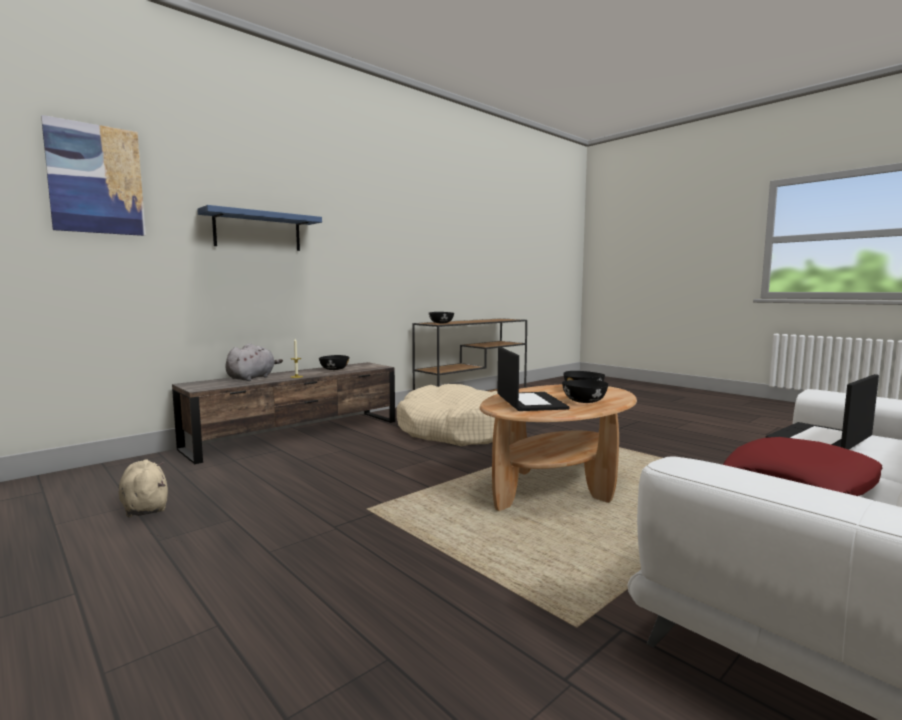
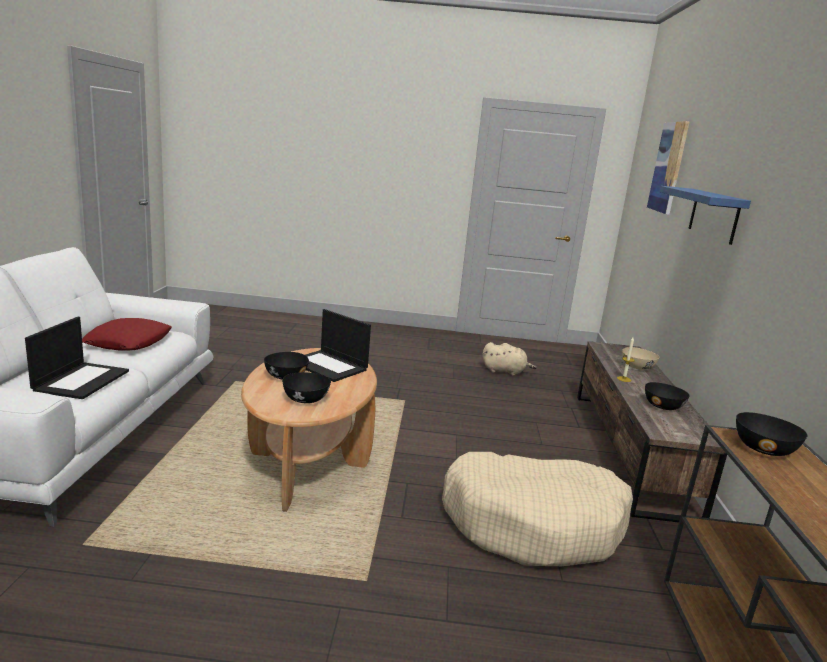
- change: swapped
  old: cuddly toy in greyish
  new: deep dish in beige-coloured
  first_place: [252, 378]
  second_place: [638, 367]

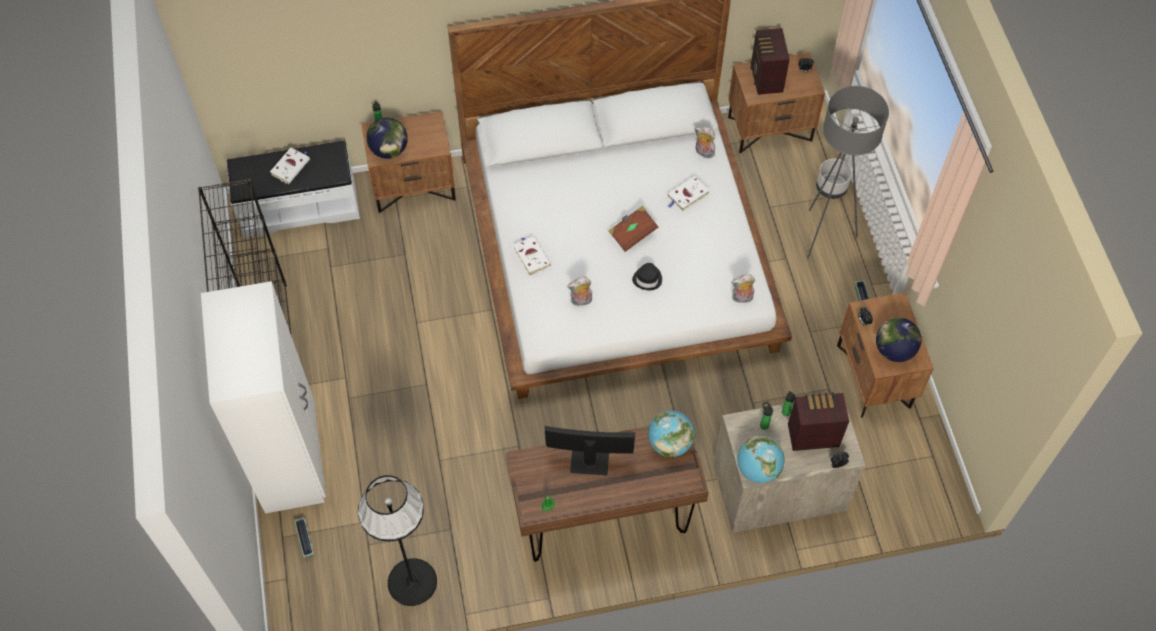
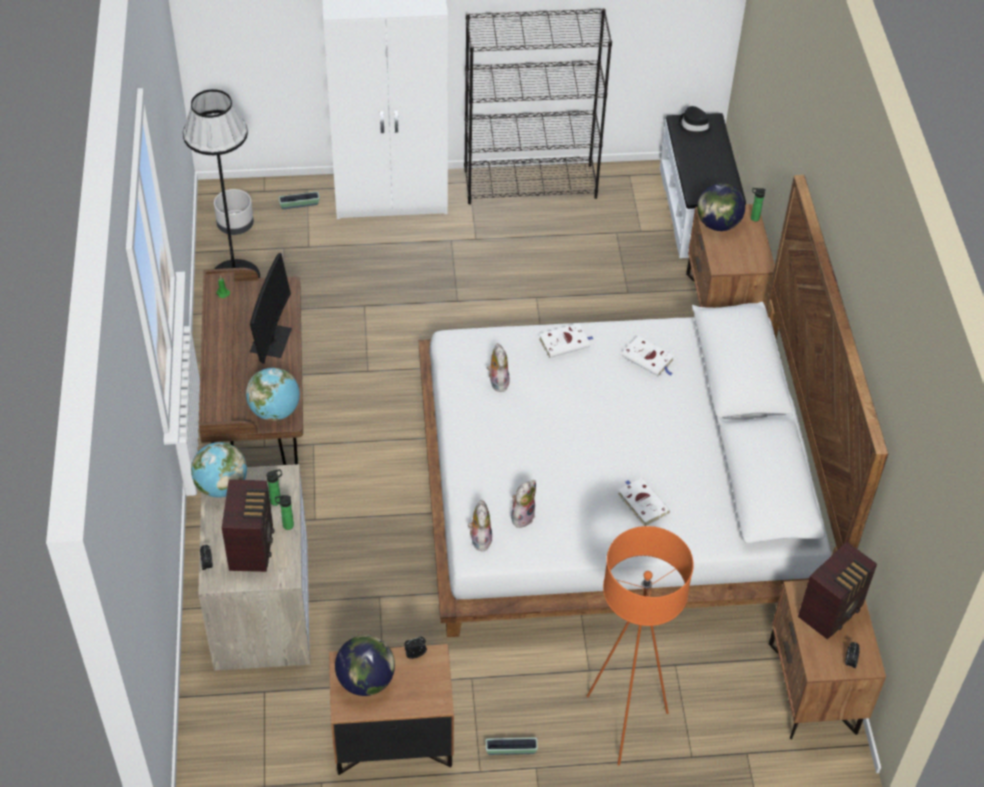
- change: rotated
  old: radio receiver
  first_place: [766, 79]
  second_place: [832, 611]
  degrees: 135
- change: repainted
  old: standard lamp in greyish
  new: standard lamp in orange-coloured
  first_place: [824, 235]
  second_place: [623, 723]
- change: shifted
  old: cuddly toy
  first_place: [703, 152]
  second_place: [522, 516]
- change: shifted
  old: bound book in white
  first_place: [291, 166]
  second_place: [649, 359]
- change: shifted
  old: planter in greyish
  first_place: [831, 188]
  second_place: [235, 225]
- change: gone
  old: bound book in brownish
  first_place: [632, 233]
- change: shifted
  old: hat in black-coloured
  first_place: [648, 279]
  second_place: [694, 126]

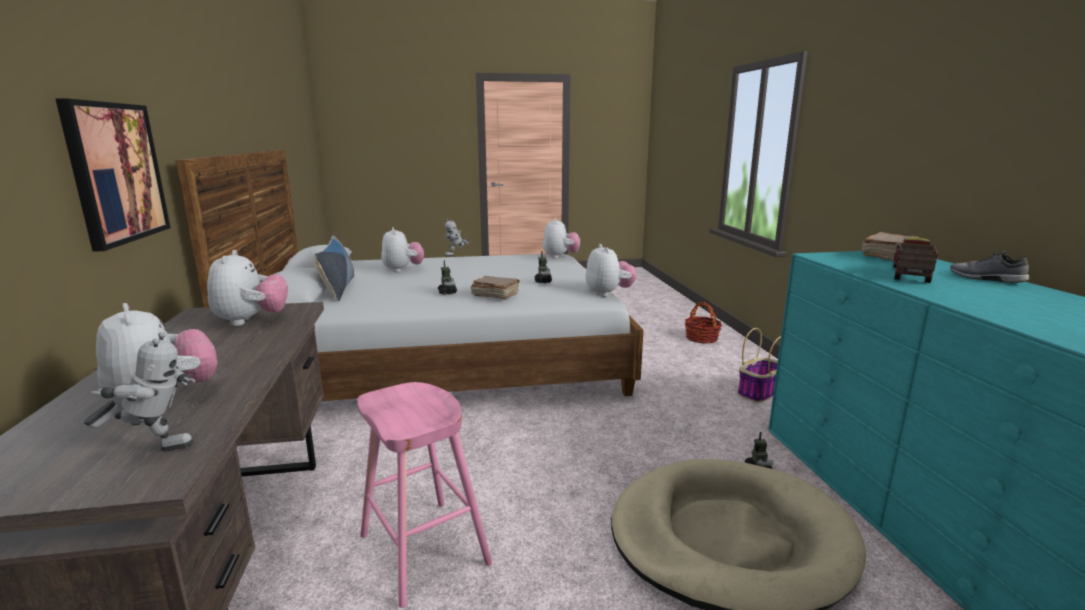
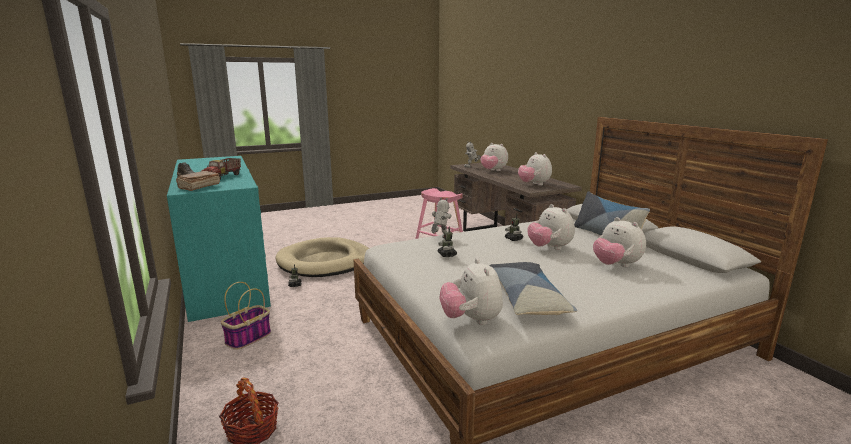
- change: gone
  old: wall picture
  first_place: [116, 172]
- change: shifted
  old: model robot
  first_place: [456, 255]
  second_place: [440, 238]
- change: shifted
  old: cuddly toy
  first_place: [608, 293]
  second_place: [549, 248]
- change: gone
  old: bound book in brownish
  first_place: [495, 295]
- change: new
  new: cushion
  second_place: [527, 298]

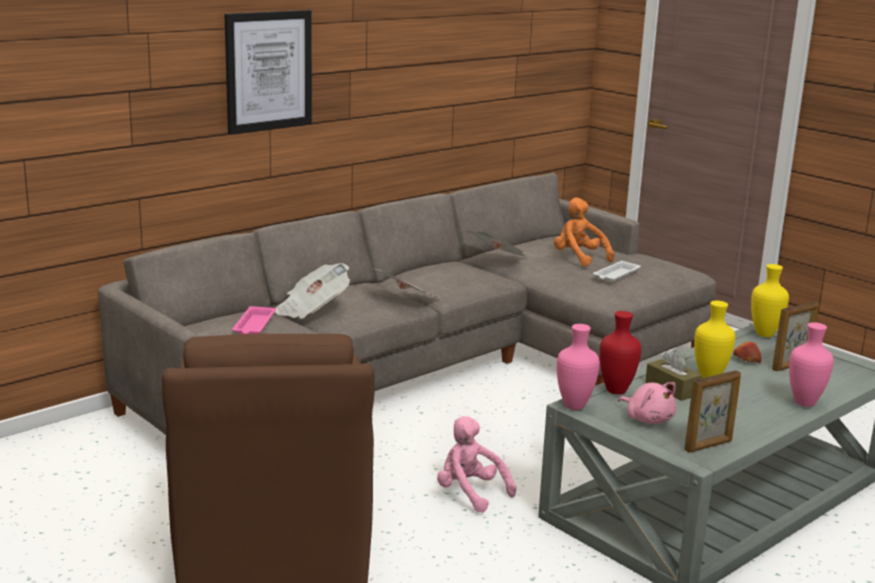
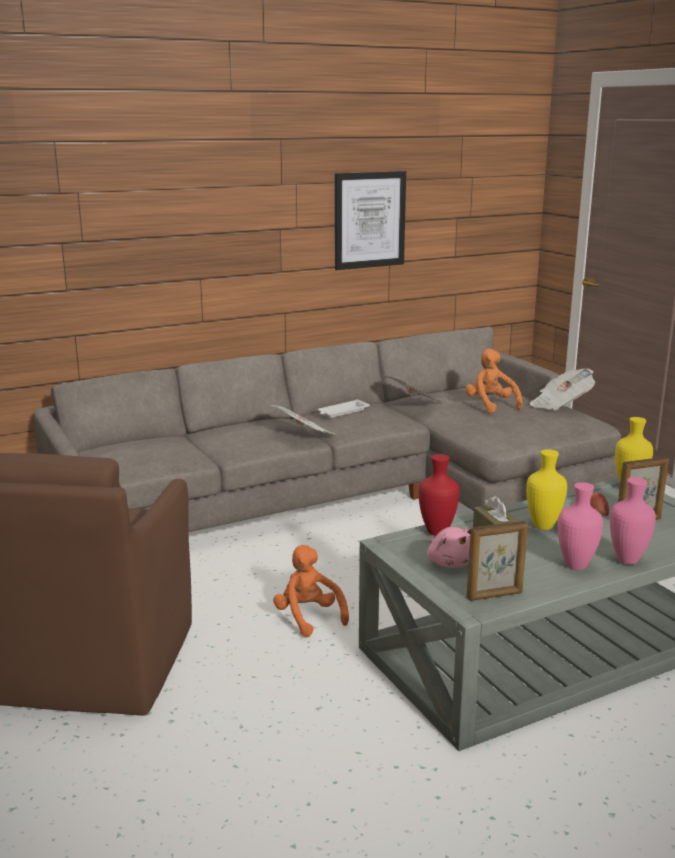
- change: shifted
  old: wall picture
  first_place: [268, 71]
  second_place: [369, 220]
- change: shifted
  old: tray in white
  first_place: [615, 275]
  second_place: [342, 412]
- change: shifted
  old: newspaper
  first_place: [312, 310]
  second_place: [560, 405]
- change: gone
  old: tray in pinkish
  first_place: [254, 325]
- change: shifted
  old: flower vase in pinkish
  first_place: [573, 405]
  second_place: [575, 565]
- change: repainted
  old: cuddly toy in pinkish
  new: cuddly toy in orange-coloured
  first_place: [470, 493]
  second_place: [308, 617]

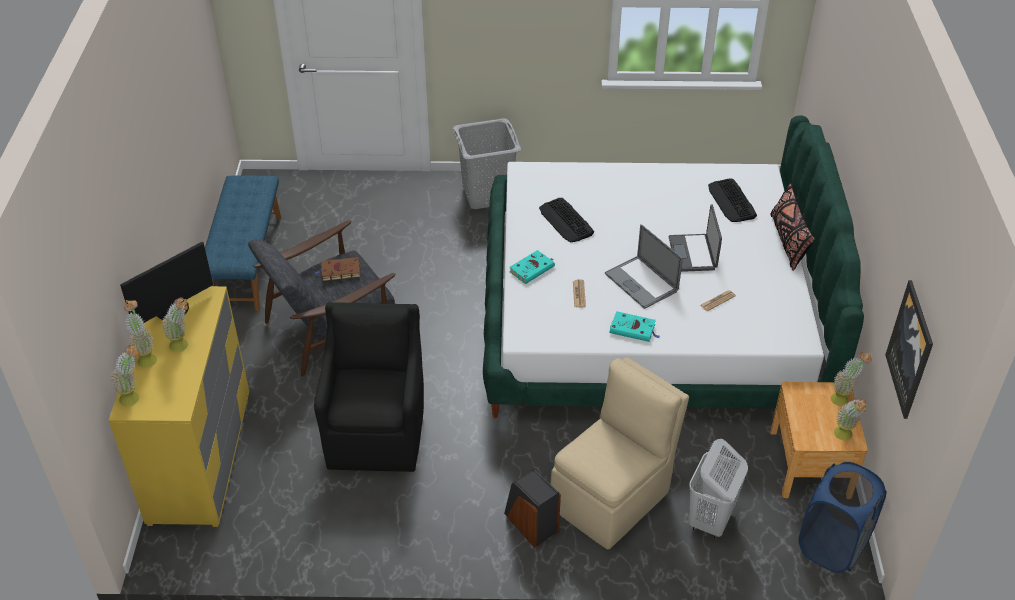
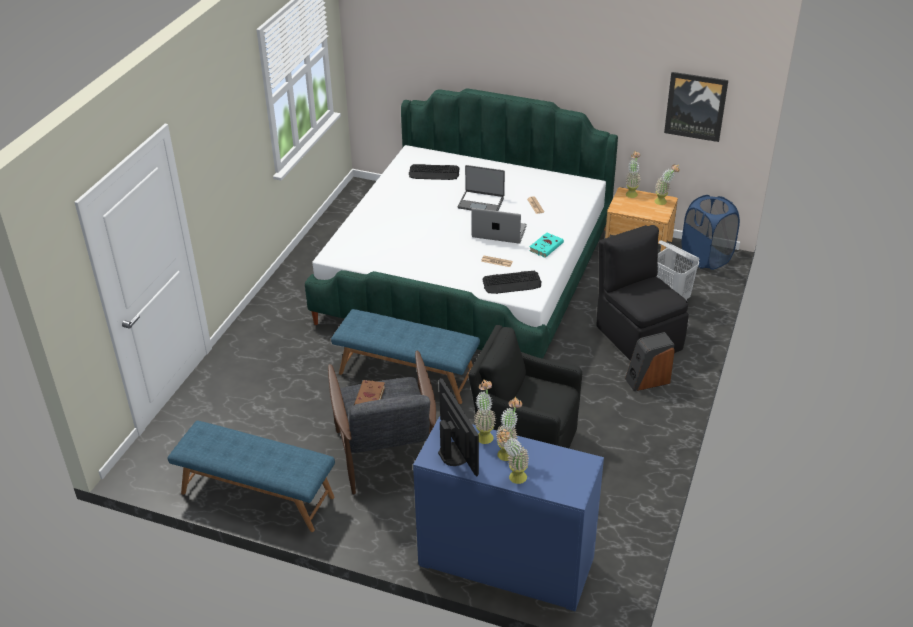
- change: gone
  old: laundry basket in greyish
  first_place: [487, 195]
- change: gone
  old: cushion in black-coloured
  first_place: [788, 241]
- change: shifted
  old: computer keyboard
  first_place: [566, 221]
  second_place: [512, 283]
- change: rotated
  old: laptop
  first_place: [641, 282]
  second_place: [499, 231]
  degrees: -150
- change: gone
  old: bound book in turquoise-coloured
  first_place: [532, 269]
- change: repainted
  old: drawer chest in yellowish
  new: drawer chest in bluish
  first_place: [200, 456]
  second_place: [506, 563]
- change: shifted
  old: houseplant
  first_place: [134, 397]
  second_place: [484, 434]
- change: repainted
  old: plain chair in beige-coloured
  new: plain chair in black-coloured
  first_place: [612, 498]
  second_place: [637, 336]
- change: new
  new: bench in bluish
  second_place: [407, 374]

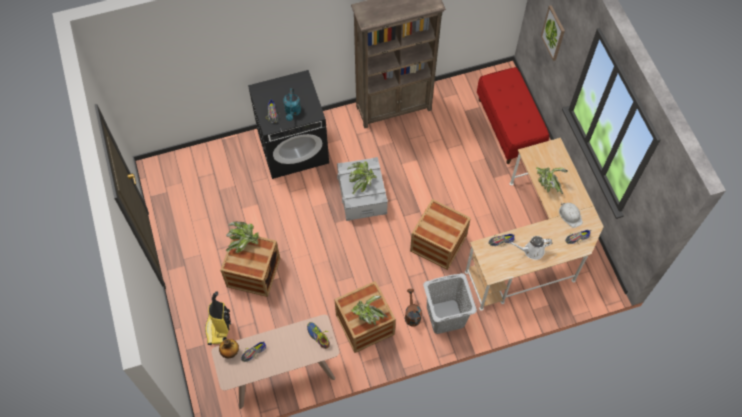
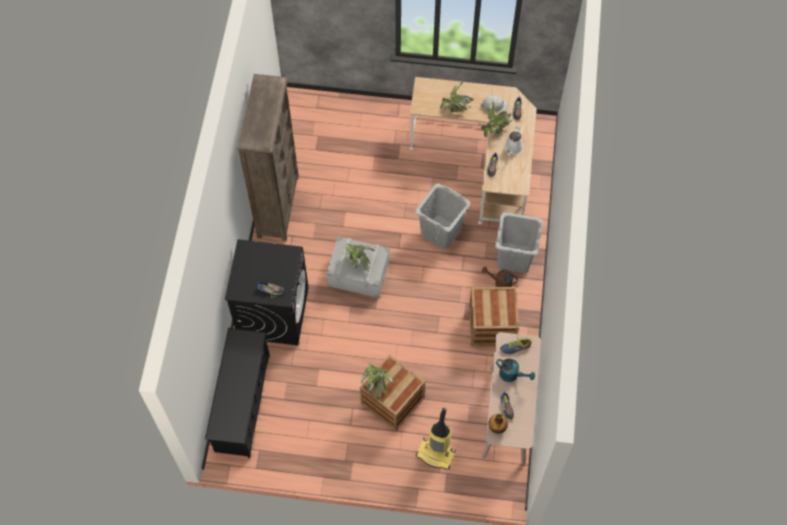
- change: gone
  old: wall picture
  first_place: [553, 33]
- change: gone
  old: bench in red-coloured
  first_place: [509, 127]
- change: shifted
  old: sprinkling can in turquoise-coloured
  first_place: [292, 112]
  second_place: [512, 375]
- change: swapped
  old: shipping crate
  new: laundry basket in greyish
  first_place: [438, 243]
  second_place: [441, 232]
- change: shifted
  old: houseplant
  first_place: [368, 316]
  second_place: [495, 128]
- change: new
  new: shoe shelf in black-coloured
  second_place: [242, 403]

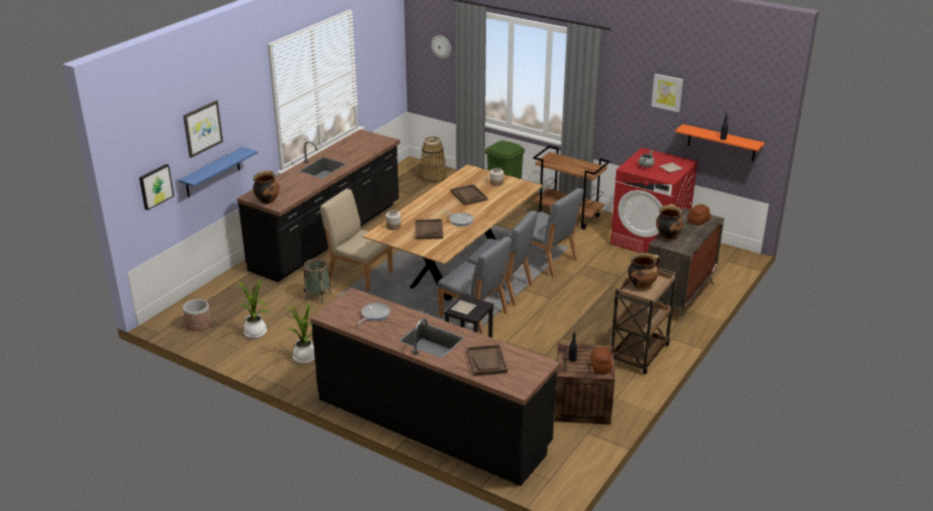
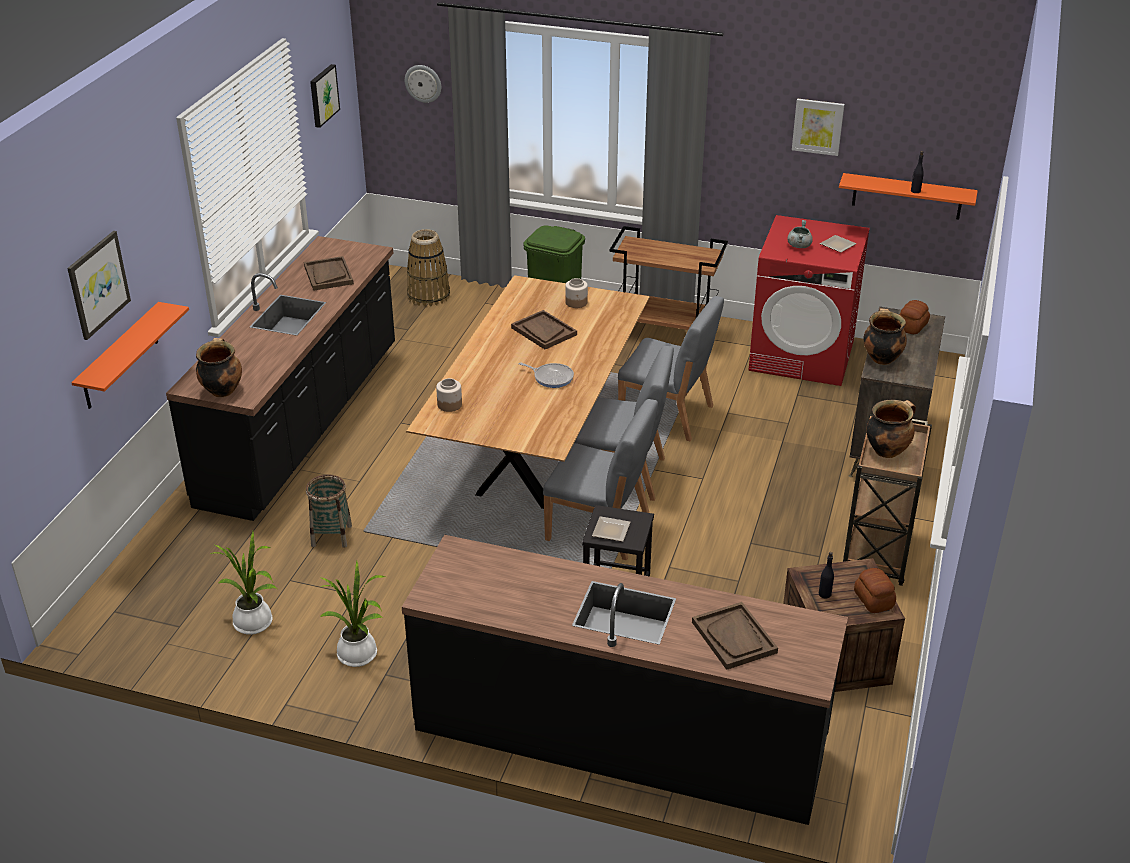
- change: repainted
  old: wall shelf in bluish
  new: wall shelf in orange-coloured
  first_place: [212, 173]
  second_place: [120, 357]
- change: shifted
  old: wall picture
  first_place: [155, 186]
  second_place: [323, 95]
- change: gone
  old: plain chair in beige-coloured
  first_place: [359, 275]
- change: shifted
  old: tray in brownish
  first_place: [428, 230]
  second_place: [328, 275]
- change: gone
  old: planter
  first_place: [198, 324]
- change: gone
  old: pan
  first_place: [374, 314]

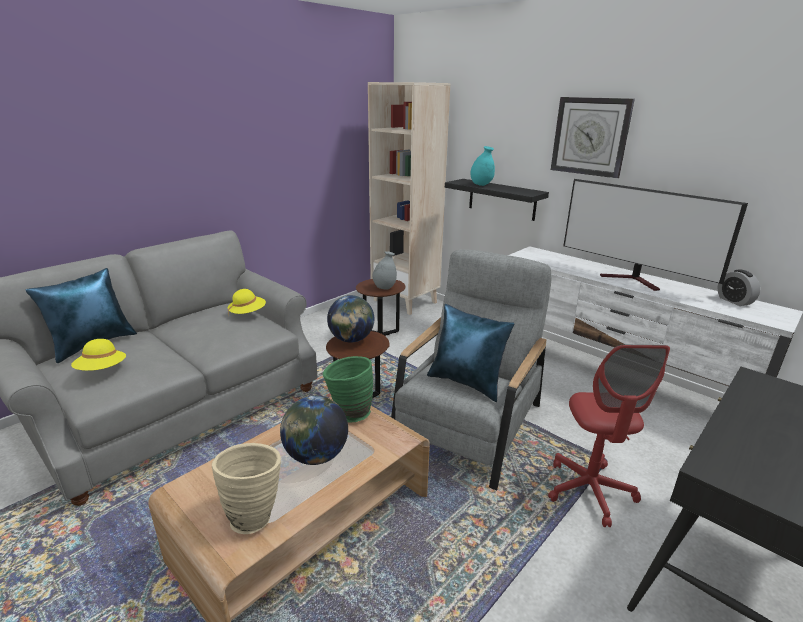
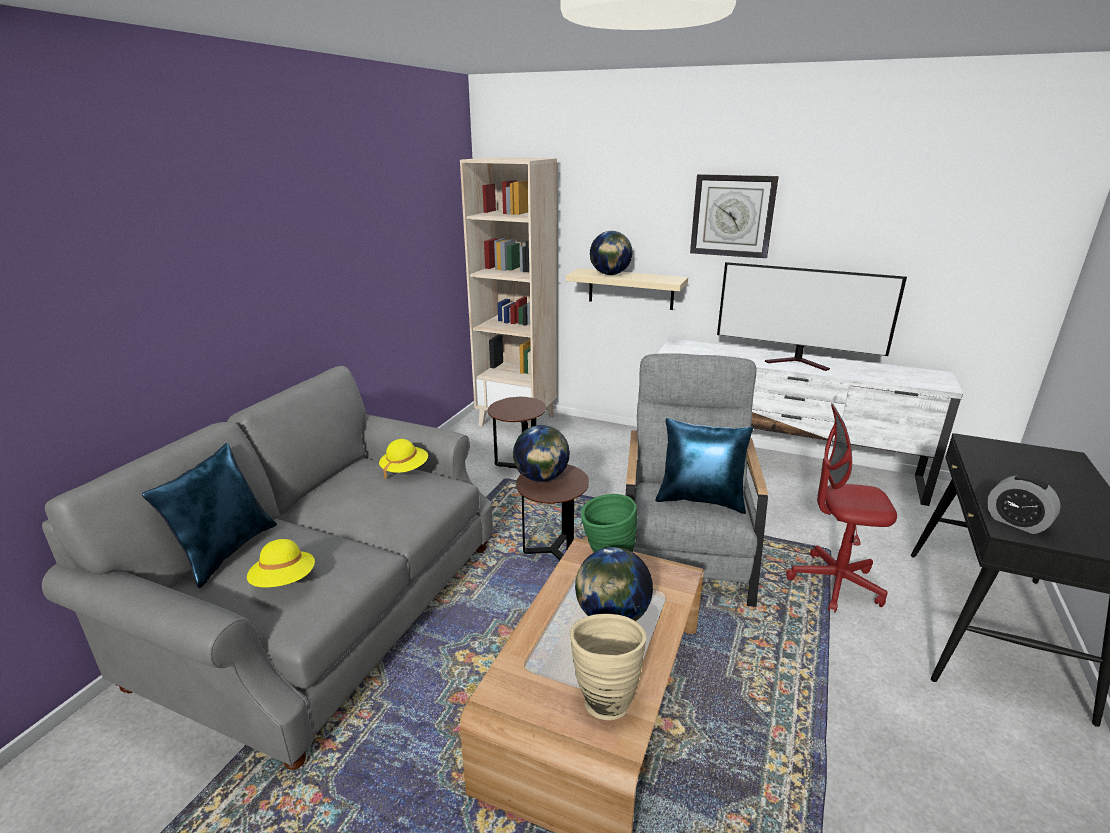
- change: swapped
  old: flower vase in turquoise-coloured
  new: world globe
  first_place: [481, 185]
  second_place: [610, 274]
- change: repainted
  old: wall shelf in black-coloured
  new: wall shelf in beige-coloured
  first_place: [502, 199]
  second_place: [631, 289]
- change: gone
  old: flower vase in greyish
  first_place: [384, 288]
- change: shifted
  old: table clock
  first_place: [734, 301]
  second_place: [1016, 522]
- change: rotated
  old: office chair in red-coloured
  first_place: [589, 491]
  second_place: [834, 583]
  degrees: 120

